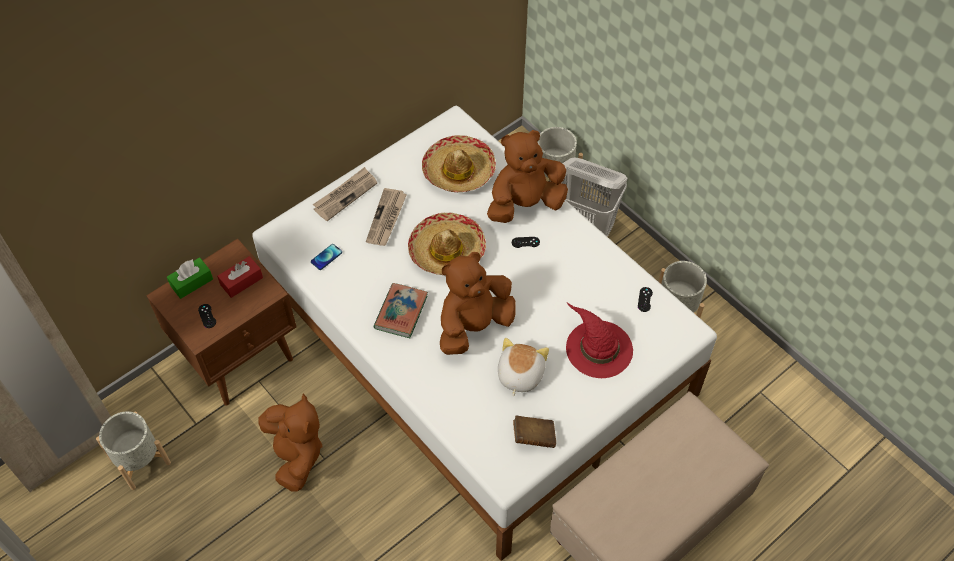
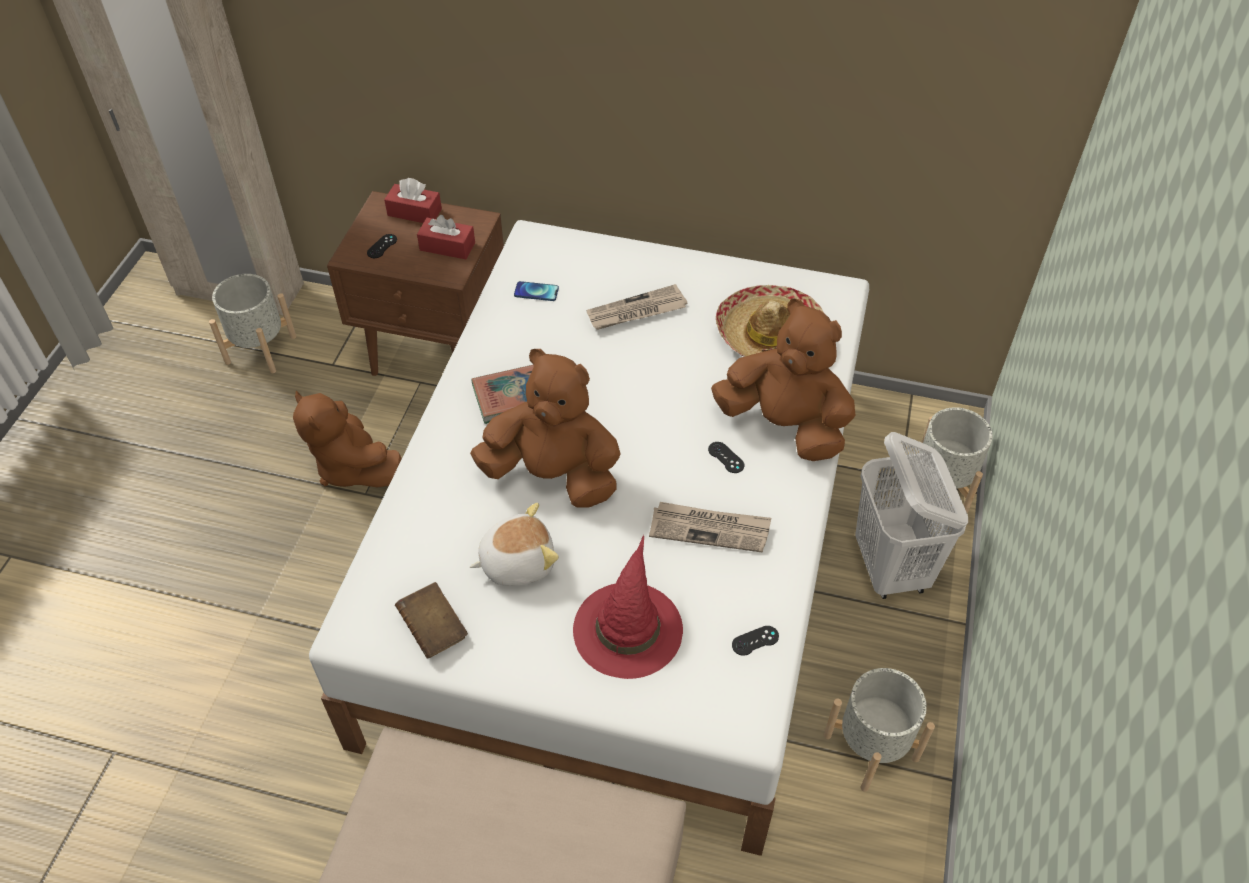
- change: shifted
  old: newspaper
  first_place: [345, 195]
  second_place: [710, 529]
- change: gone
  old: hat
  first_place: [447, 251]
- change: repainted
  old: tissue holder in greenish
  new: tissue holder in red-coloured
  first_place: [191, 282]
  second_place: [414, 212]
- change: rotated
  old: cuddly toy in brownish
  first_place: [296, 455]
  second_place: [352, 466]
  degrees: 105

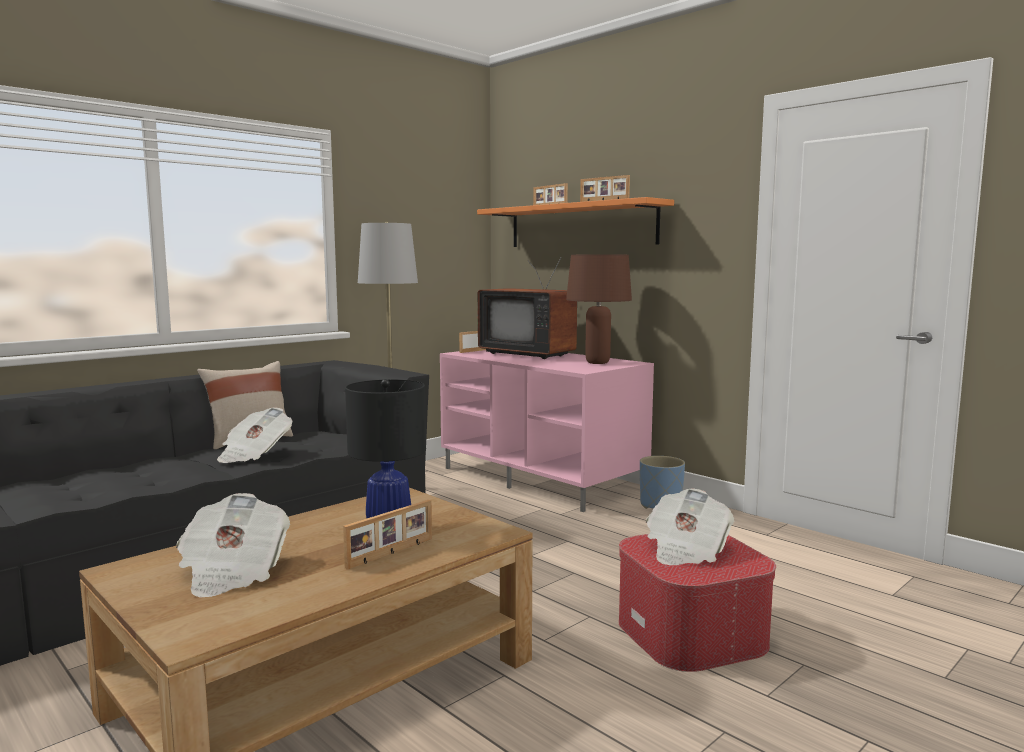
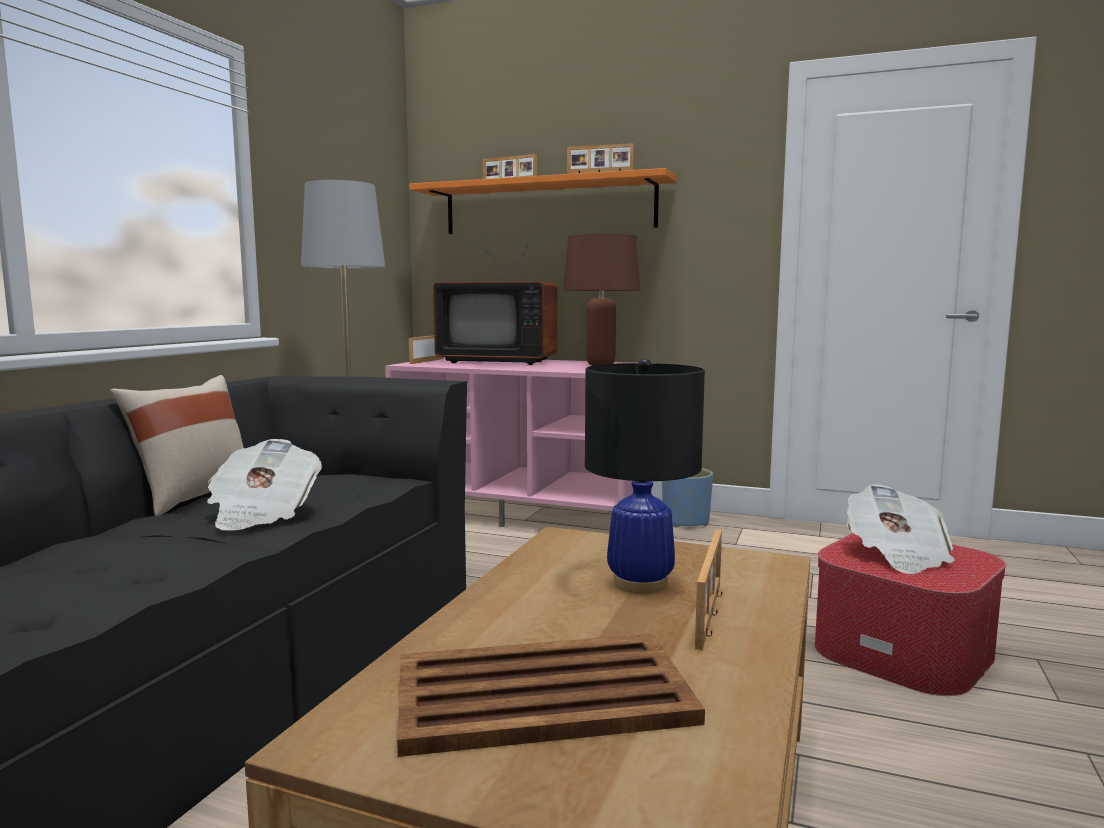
- change: swapped
  old: newspaper
  new: tray in brownish
  first_place: [233, 572]
  second_place: [545, 694]

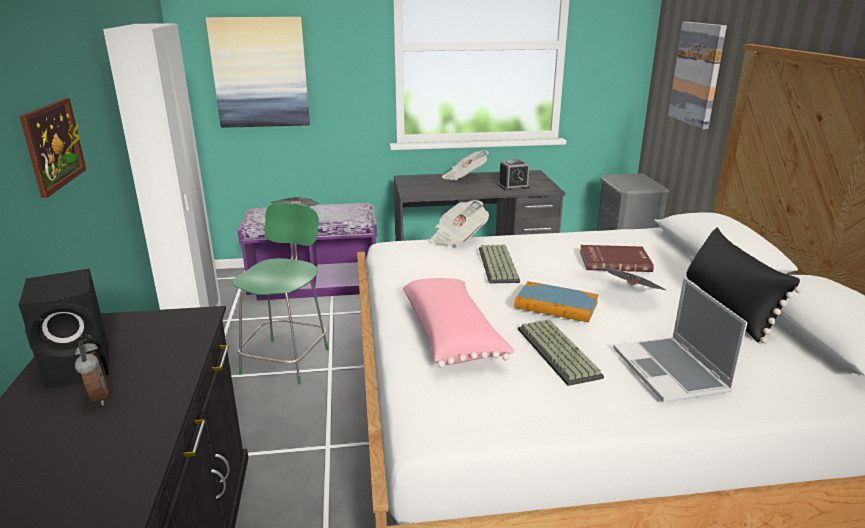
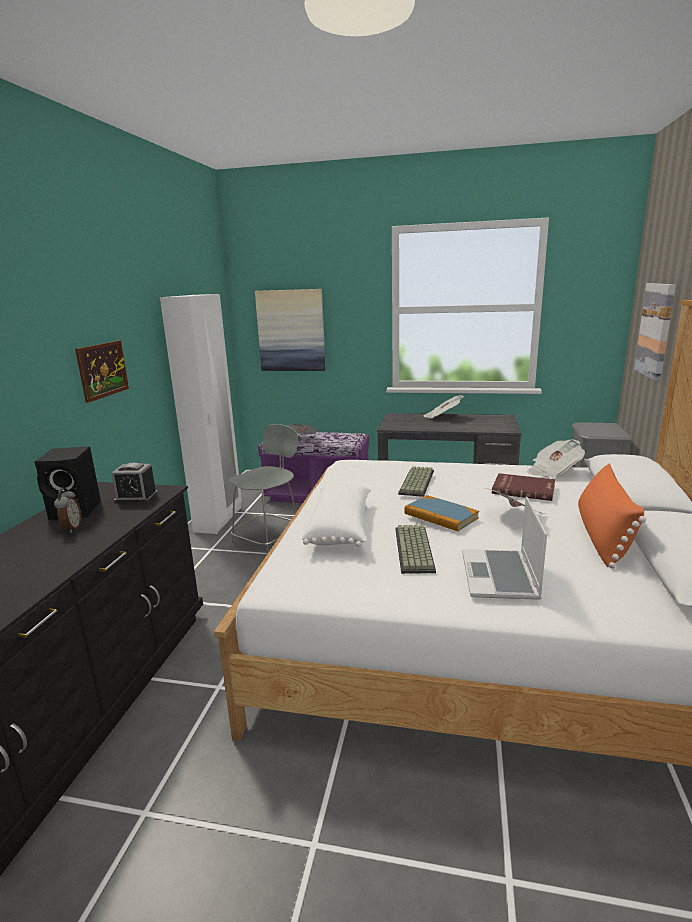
- change: shifted
  old: table clock
  first_place: [513, 186]
  second_place: [136, 497]
- change: shifted
  old: newspaper
  first_place: [458, 238]
  second_place: [553, 471]
- change: repainted
  old: plain chair in greenish
  new: plain chair in greyish
  first_place: [287, 359]
  second_place: [269, 544]
- change: repainted
  old: cushion in black-coloured
  new: cushion in orange-coloured
  first_place: [727, 307]
  second_place: [602, 536]
- change: repainted
  old: cushion in pinkish
  new: cushion in white
  first_place: [452, 336]
  second_place: [341, 528]

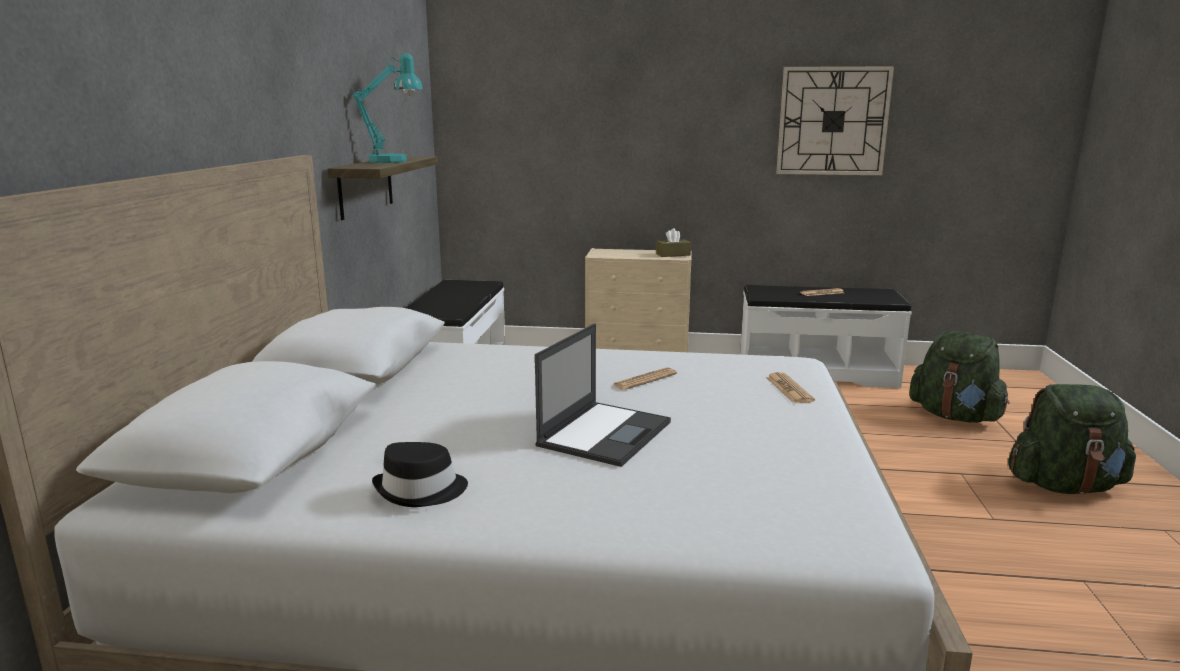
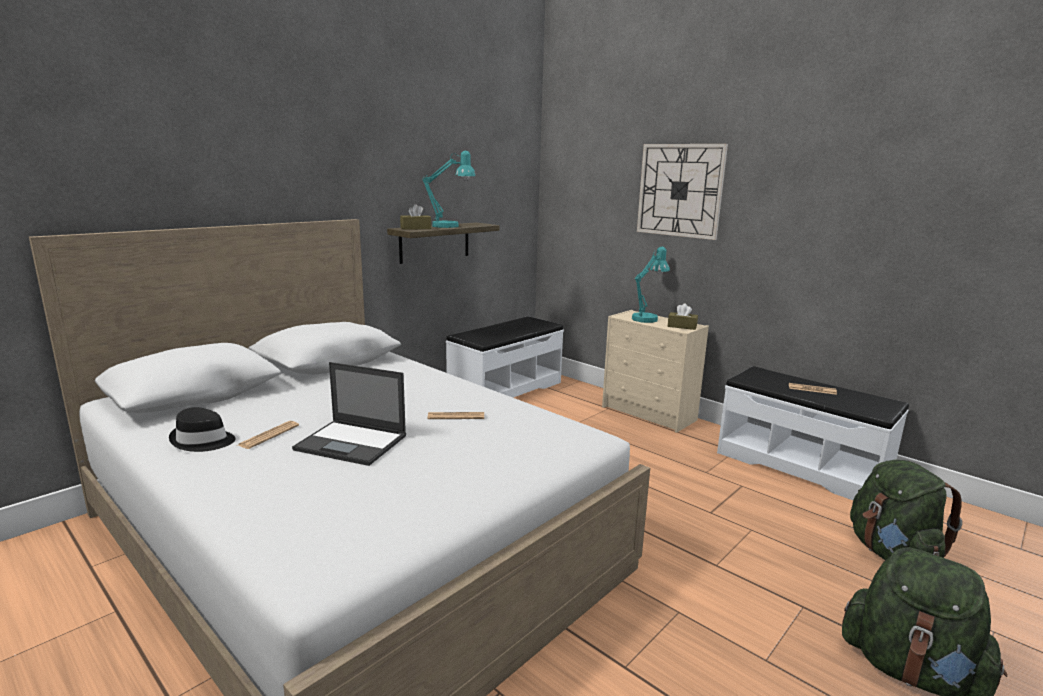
- change: shifted
  old: clock on the wall
  first_place: [833, 121]
  second_place: [680, 190]
- change: rotated
  old: laptop
  first_place: [605, 433]
  second_place: [352, 443]
  degrees: 45
- change: shifted
  old: newspaper
  first_place: [789, 389]
  second_place: [269, 435]
- change: new
  new: tissue holder in brownish
  second_place: [415, 228]
- change: new
  new: table lamp in turquoise-coloured
  second_place: [647, 318]

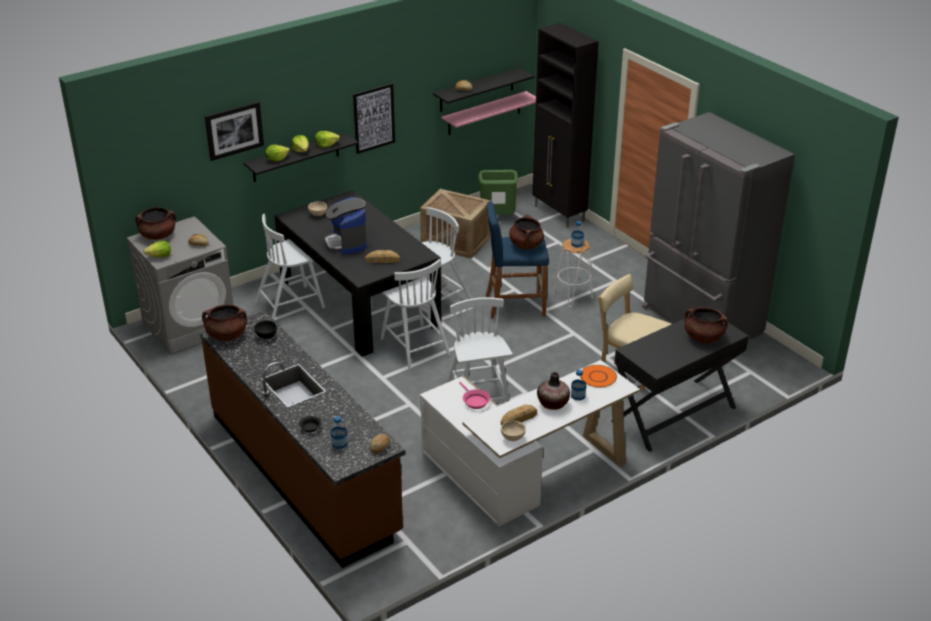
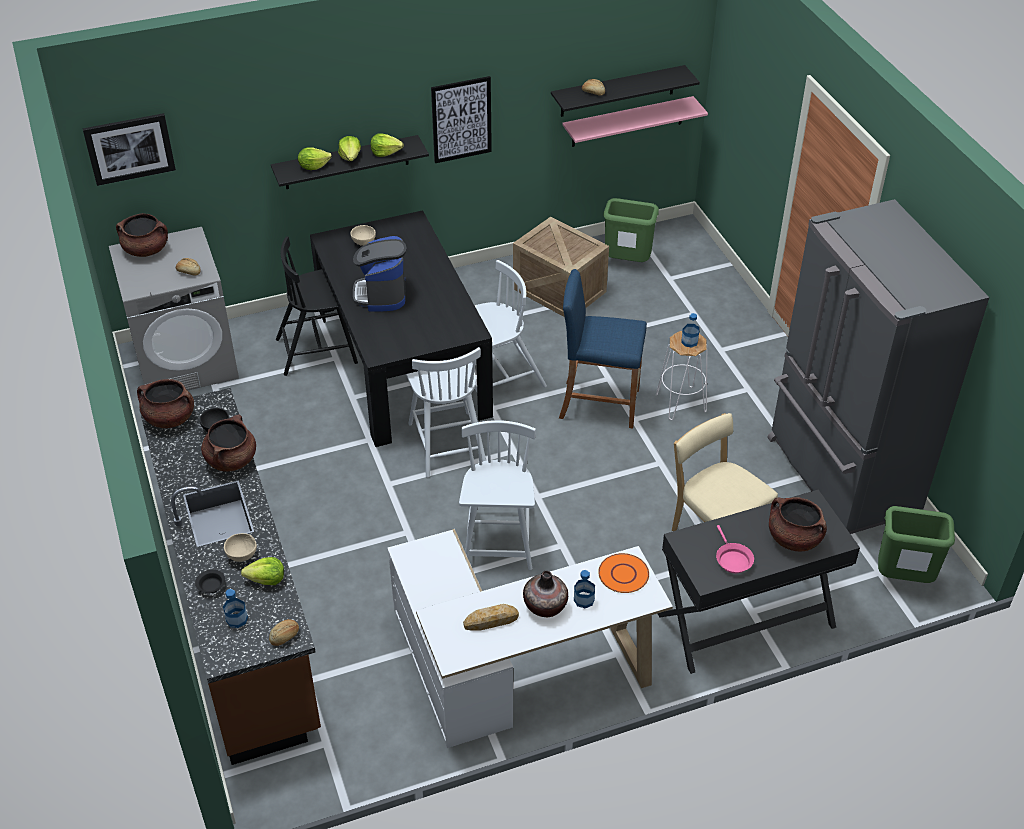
- change: gone
  old: storage cabinet in black-coloured
  first_place: [559, 214]
- change: shifted
  old: wall picture
  first_place: [234, 130]
  second_place: [129, 148]
- change: repainted
  old: plain chair in white
  new: plain chair in black-coloured
  first_place: [290, 304]
  second_place: [318, 350]
- change: shifted
  old: stockpot in brownish
  first_place: [526, 245]
  second_place: [231, 459]
- change: shifted
  old: lettuce
  first_place: [159, 256]
  second_place: [266, 580]
- change: gone
  old: baked bread
  first_place: [382, 260]
- change: shifted
  old: pan in pinkish
  first_place: [474, 401]
  second_place: [732, 559]
- change: shifted
  old: deep dish in beige-coloured
  first_place: [513, 438]
  second_place: [242, 556]
- change: new
  new: waste bin in greenish
  second_place: [903, 579]

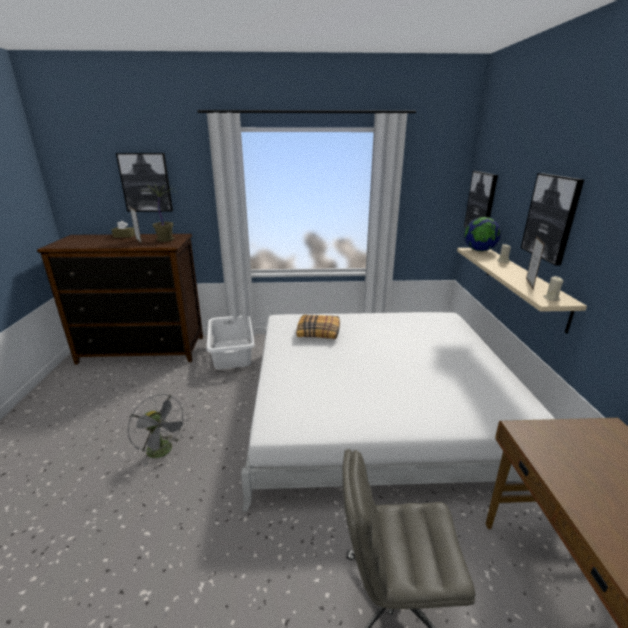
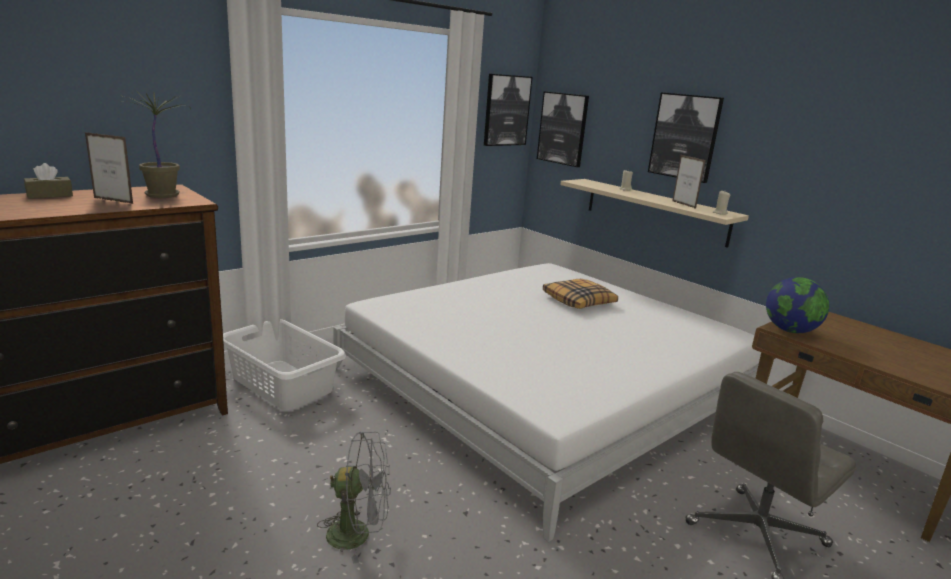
- change: shifted
  old: wall picture
  first_place: [146, 182]
  second_place: [506, 110]
- change: shifted
  old: world globe
  first_place: [479, 250]
  second_place: [790, 331]
- change: shifted
  old: cushion
  first_place: [319, 332]
  second_place: [579, 301]

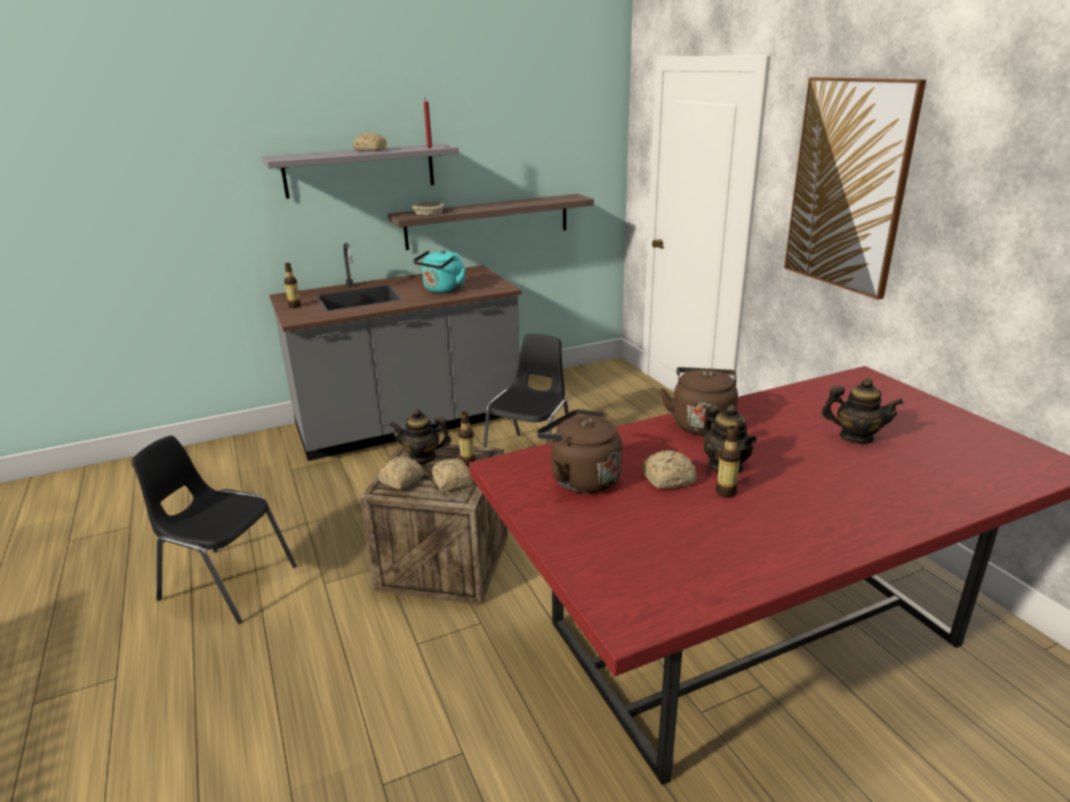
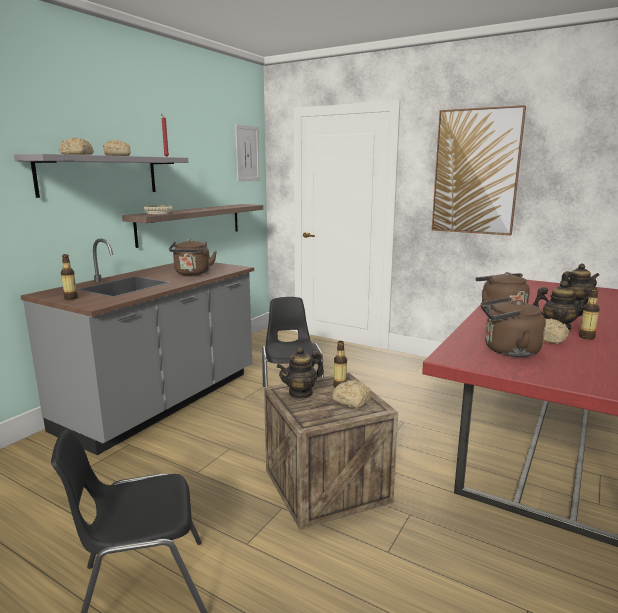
- change: repainted
  old: tea kettle in turquoise-coloured
  new: tea kettle in brownish
  first_place: [442, 290]
  second_place: [192, 273]
- change: shifted
  old: baked bread
  first_place: [400, 480]
  second_place: [76, 155]
- change: new
  new: wall picture
  second_place: [247, 153]

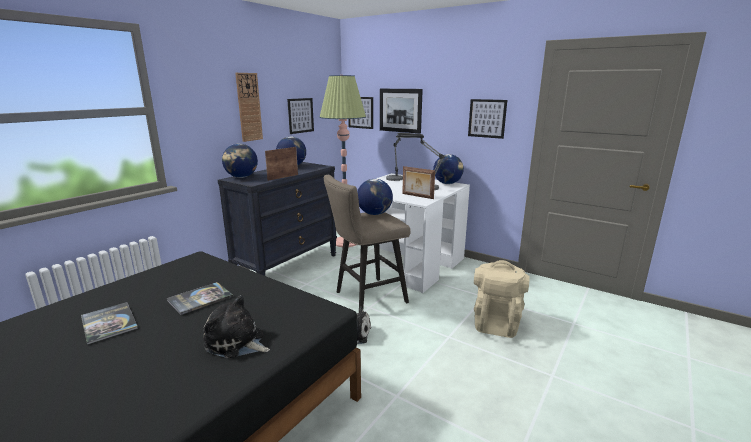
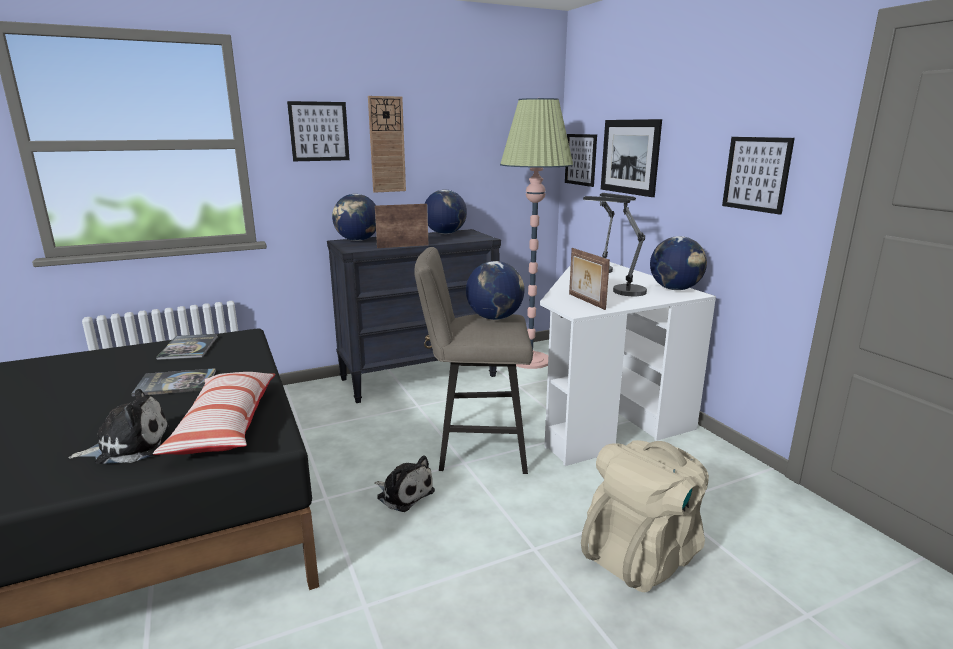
- change: shifted
  old: wall picture
  first_place: [300, 115]
  second_place: [319, 131]
- change: rotated
  old: cuddly toy
  first_place: [237, 342]
  second_place: [128, 446]
  degrees: 105
- change: shifted
  old: bound book
  first_place: [109, 323]
  second_place: [189, 348]
- change: new
  new: cushion
  second_place: [225, 425]

